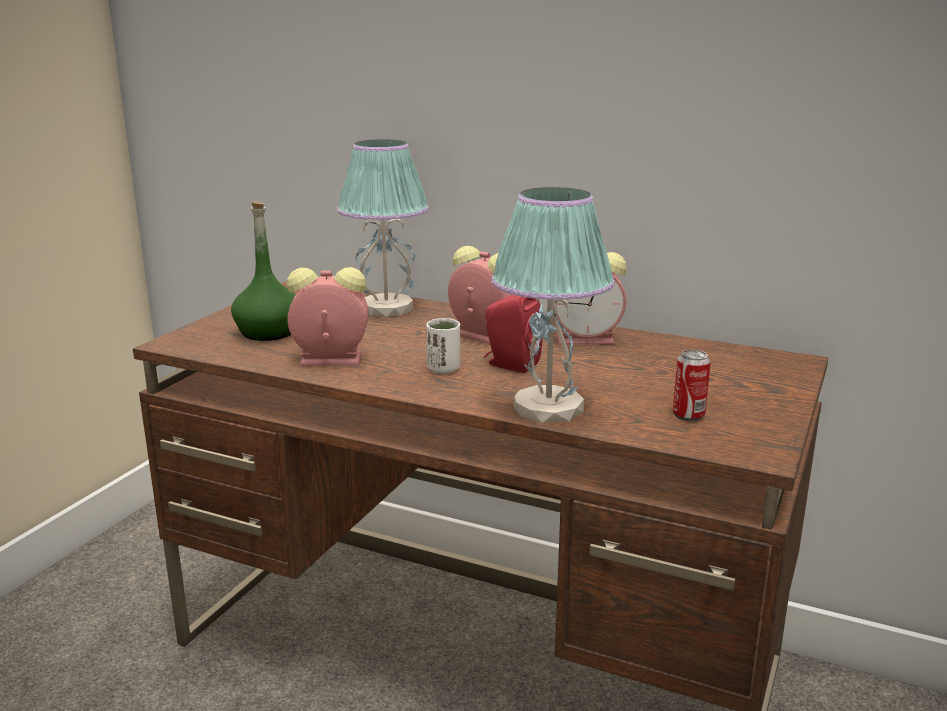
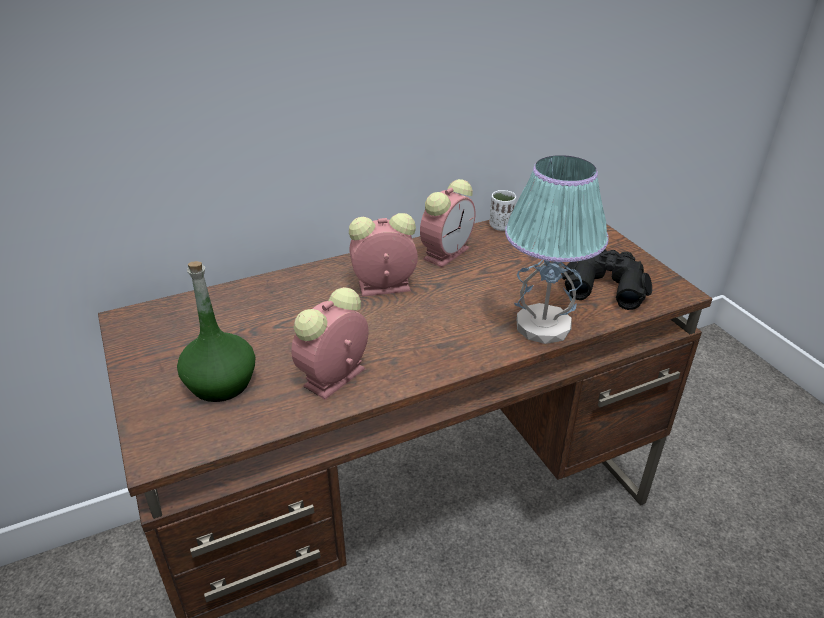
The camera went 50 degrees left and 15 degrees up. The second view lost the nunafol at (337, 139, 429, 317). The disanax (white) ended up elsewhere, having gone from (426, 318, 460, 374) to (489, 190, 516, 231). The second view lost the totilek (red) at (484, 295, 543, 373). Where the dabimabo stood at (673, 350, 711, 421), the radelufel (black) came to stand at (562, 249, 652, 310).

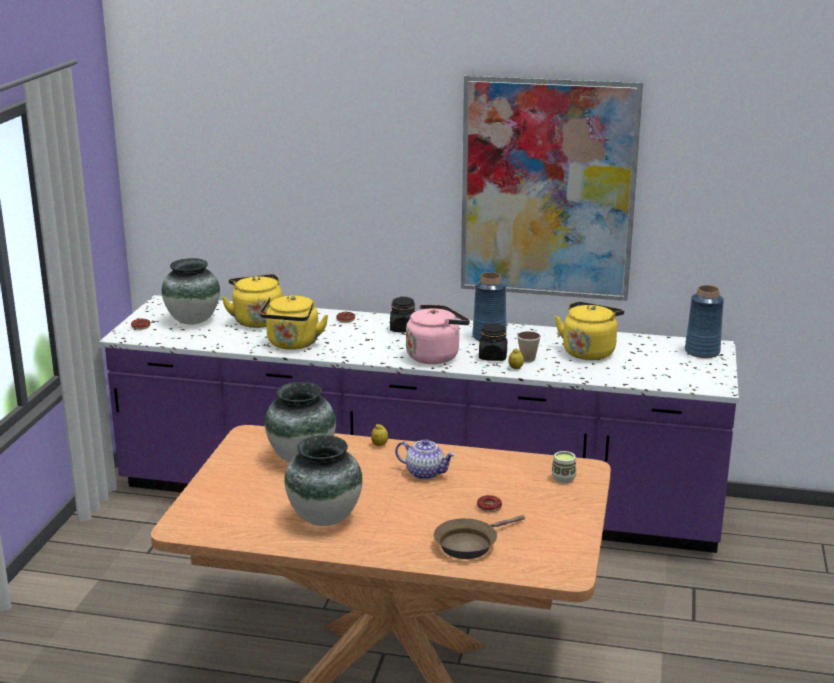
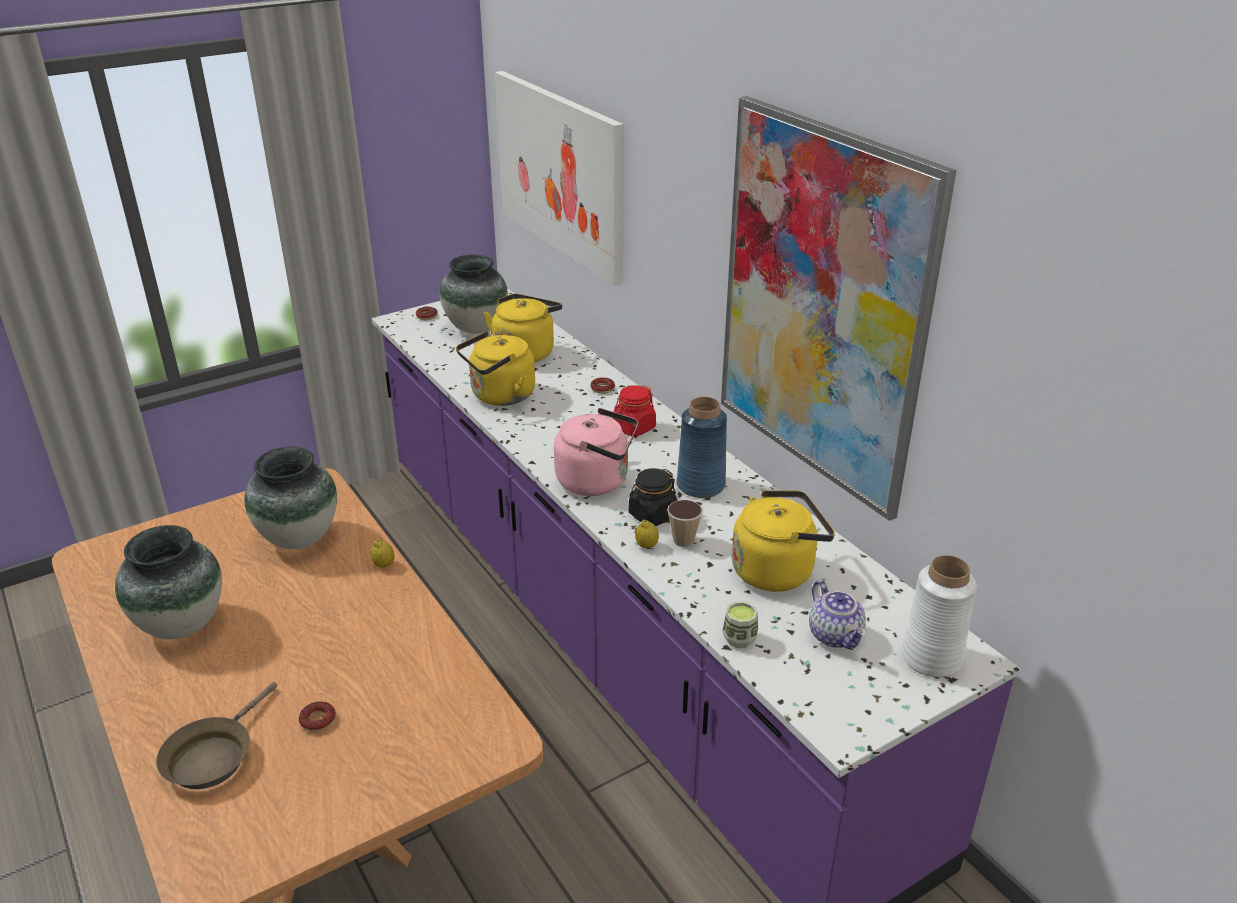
The camera went 45 degrees right and 10 degrees up. What was the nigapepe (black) at (390, 297, 415, 332) turned into the nigapepe (red) at (613, 385, 656, 437). The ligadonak ended up elsewhere, having gone from (395, 439, 455, 480) to (809, 580, 866, 650). The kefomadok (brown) at (434, 515, 525, 559) ended up facing another way, 75 degrees counterclockwise from before. The disanax ended up elsewhere, having gone from (552, 451, 576, 483) to (722, 601, 758, 648). What was the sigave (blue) at (685, 285, 724, 358) turned into the sigave (white) at (901, 555, 977, 677). The second view gained the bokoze at (495, 71, 623, 286).

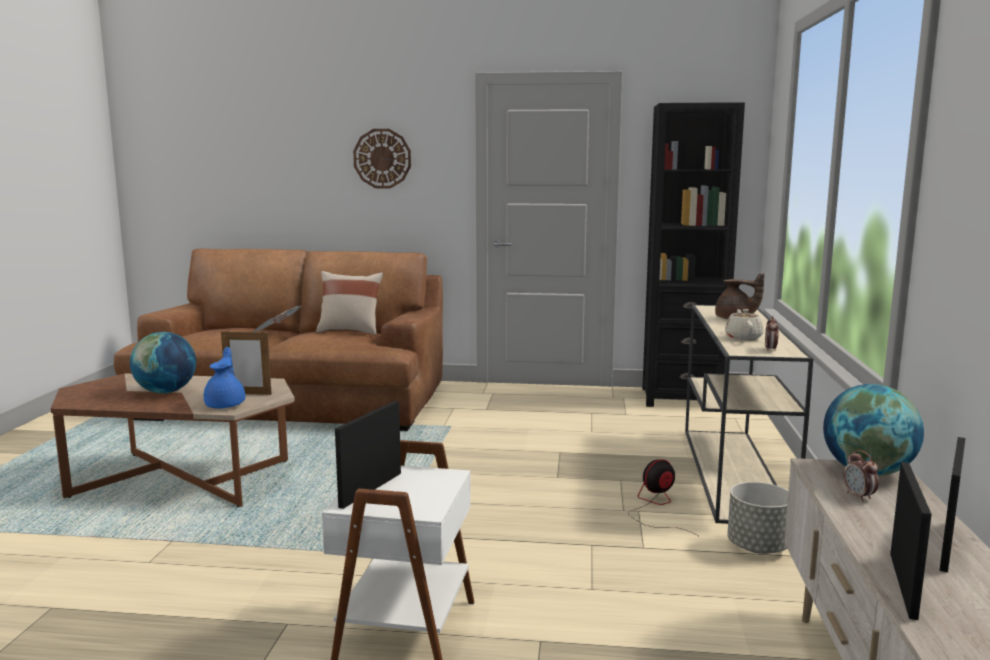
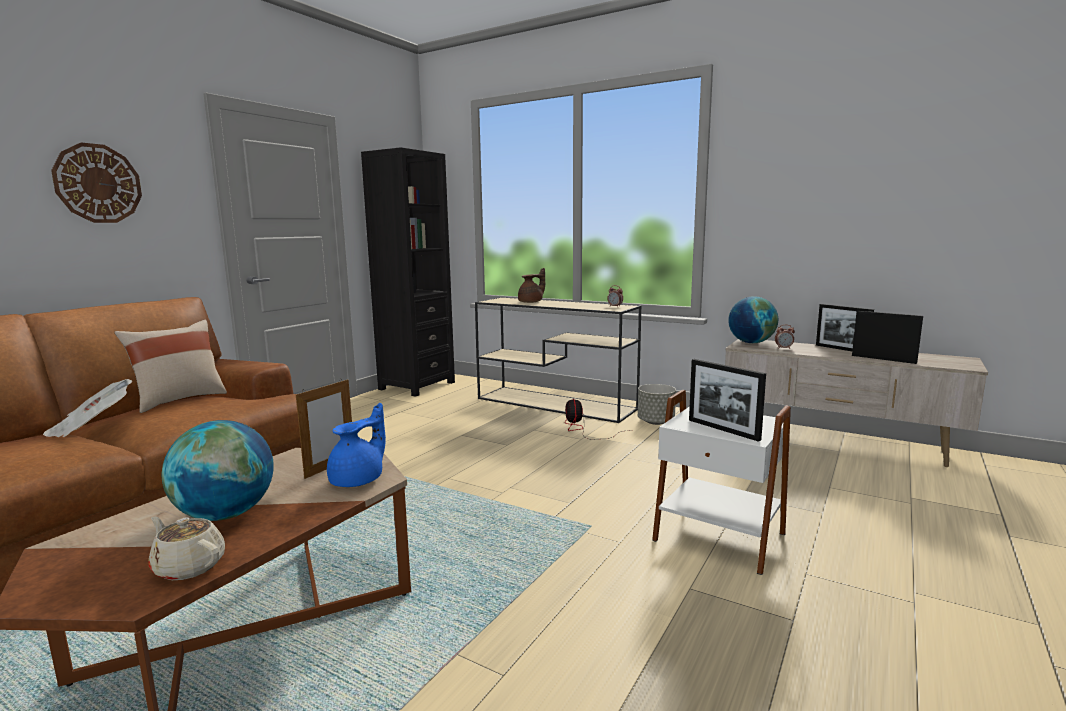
The camera went 65 degrees left and 0 degrees up. The ligadonak (blue) at (204, 347, 245, 409) ended up facing another way, 105 degrees clockwise from before. The ligadonak (beige) ended up elsewhere, having gone from (725, 309, 764, 340) to (148, 516, 225, 580).

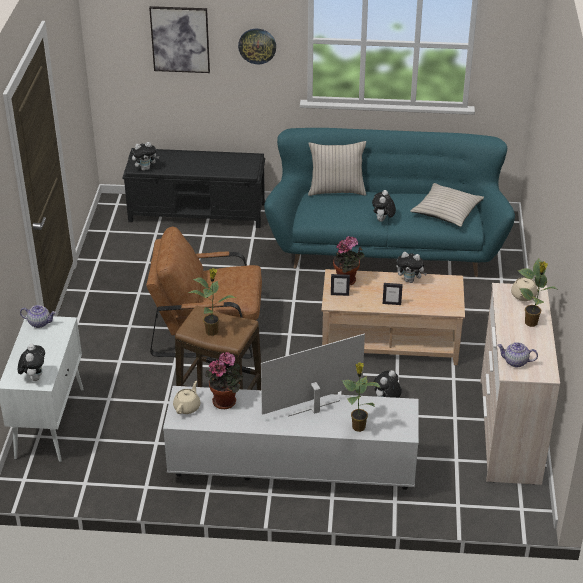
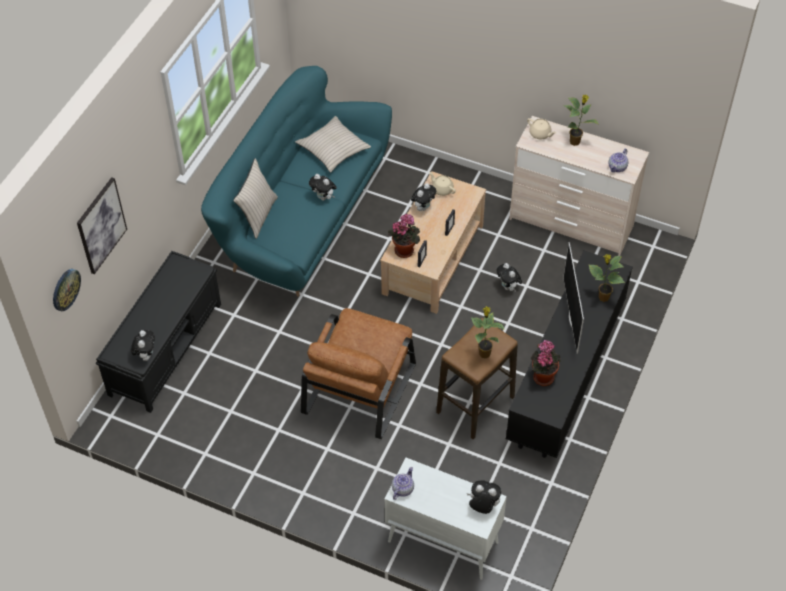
The camera went 70 degrees left and 15 degrees up. What was the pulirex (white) at (163, 386, 419, 490) turned into the pulirex (black) at (506, 251, 633, 458). The ligadonak (beige) ended up elsewhere, having gone from (173, 381, 200, 414) to (429, 172, 456, 196). The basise ended up elsewhere, having gone from (238, 29, 276, 64) to (53, 269, 81, 311).

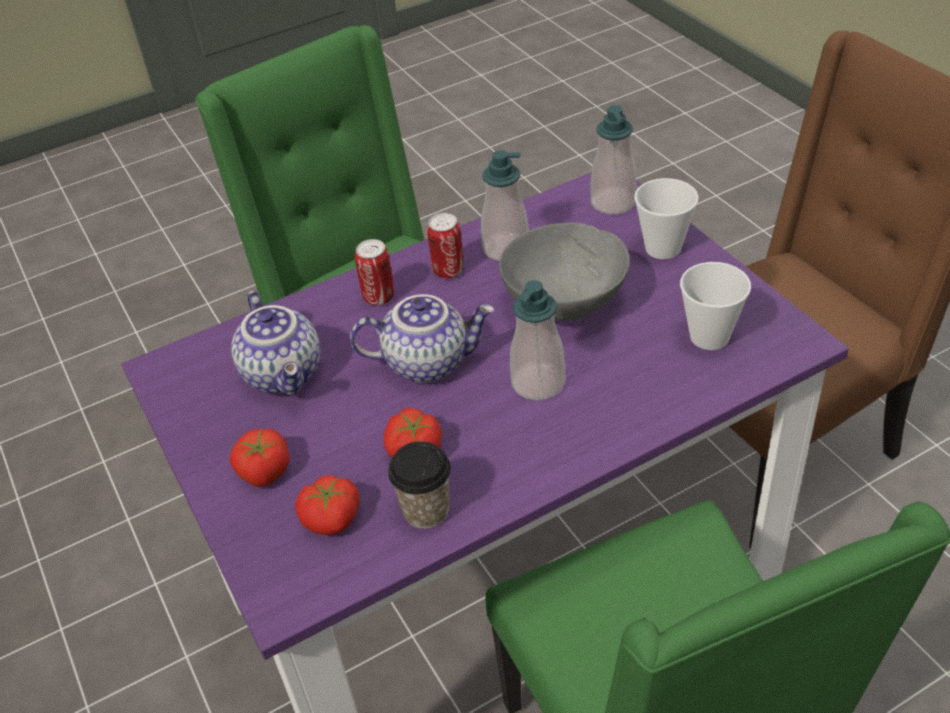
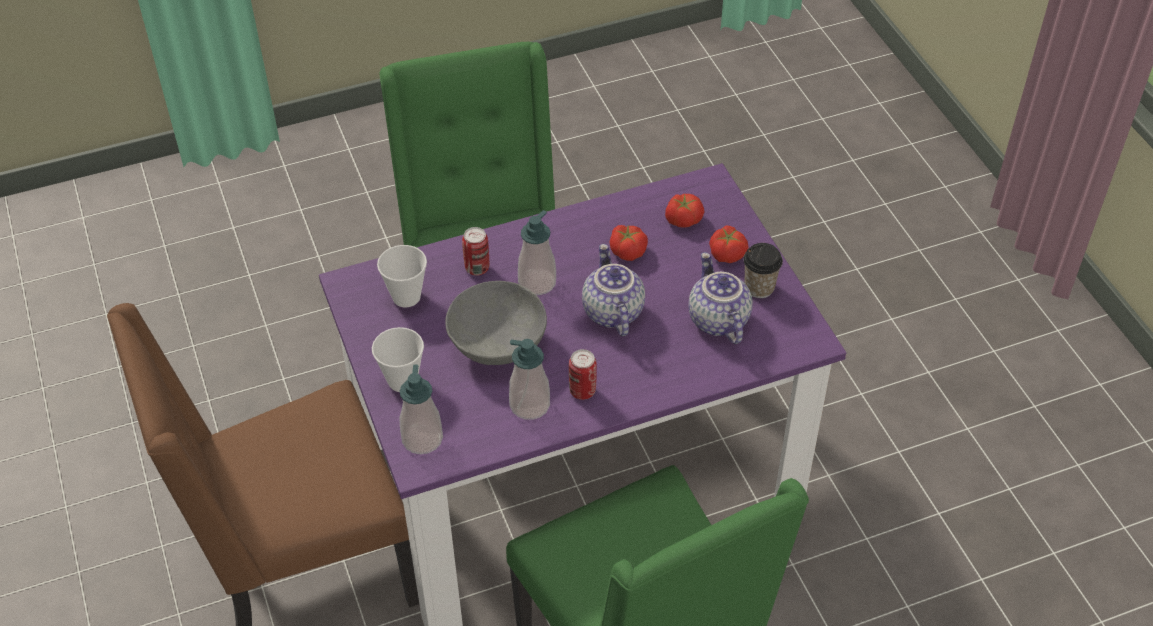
The camera went 175 degrees left and 5 degrees up. The ligadonak at (350, 294, 495, 383) ended up facing another way, 75 degrees clockwise from before. The dabimabo ended up elsewhere, having gone from (355, 239, 394, 305) to (462, 227, 489, 276). The disanax ended up elsewhere, having gone from (388, 441, 451, 529) to (743, 243, 783, 298).

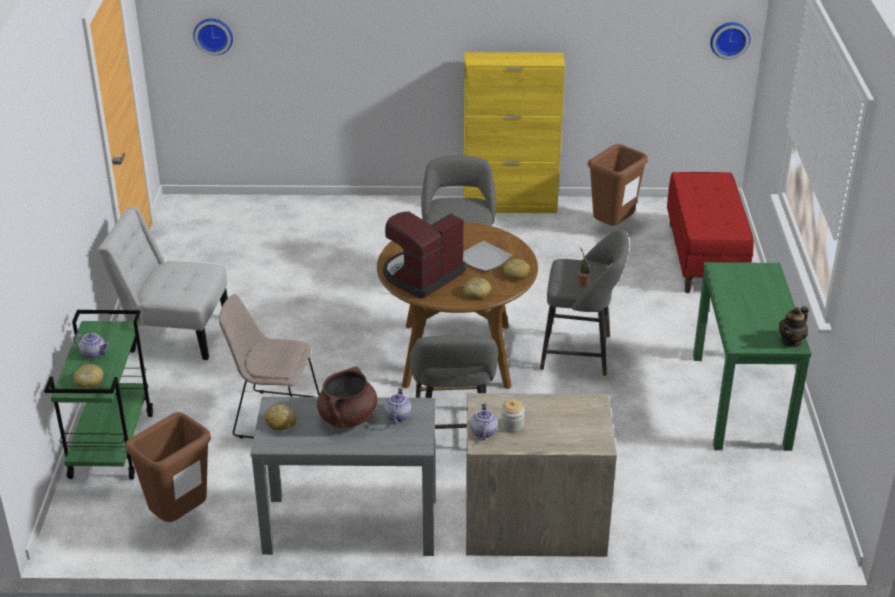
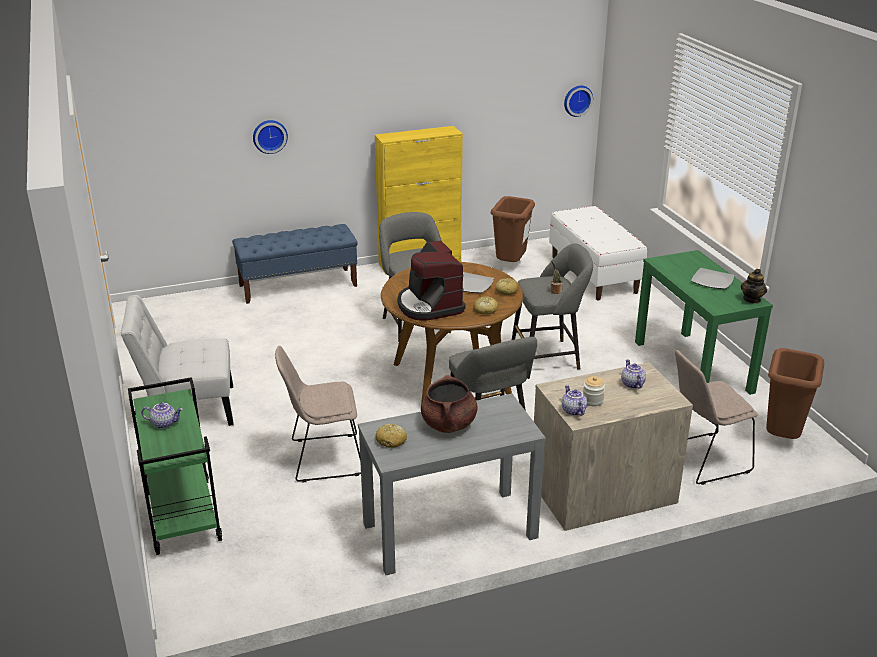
The camera went 20 degrees left and 5 degrees down. The second view lost the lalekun at (73, 364, 104, 388). The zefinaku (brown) ended up elsewhere, having gone from (125, 412, 211, 522) to (766, 348, 824, 439). The basise ended up elsewhere, having gone from (193, 18, 233, 55) to (253, 120, 288, 154). The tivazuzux at (383, 211, 466, 298) ended up facing another way, 45 degrees counterclockwise from before. The ligadonak ended up elsewhere, having gone from (384, 387, 411, 423) to (621, 359, 646, 389). What was the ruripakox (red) at (667, 172, 754, 293) turned into the ruripakox (white) at (549, 206, 647, 300). The second view gained the ruripakox (blue) at (232, 224, 357, 304). The second view gained the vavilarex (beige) at (675, 350, 758, 485). The second view gained the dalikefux at (691, 268, 734, 289).

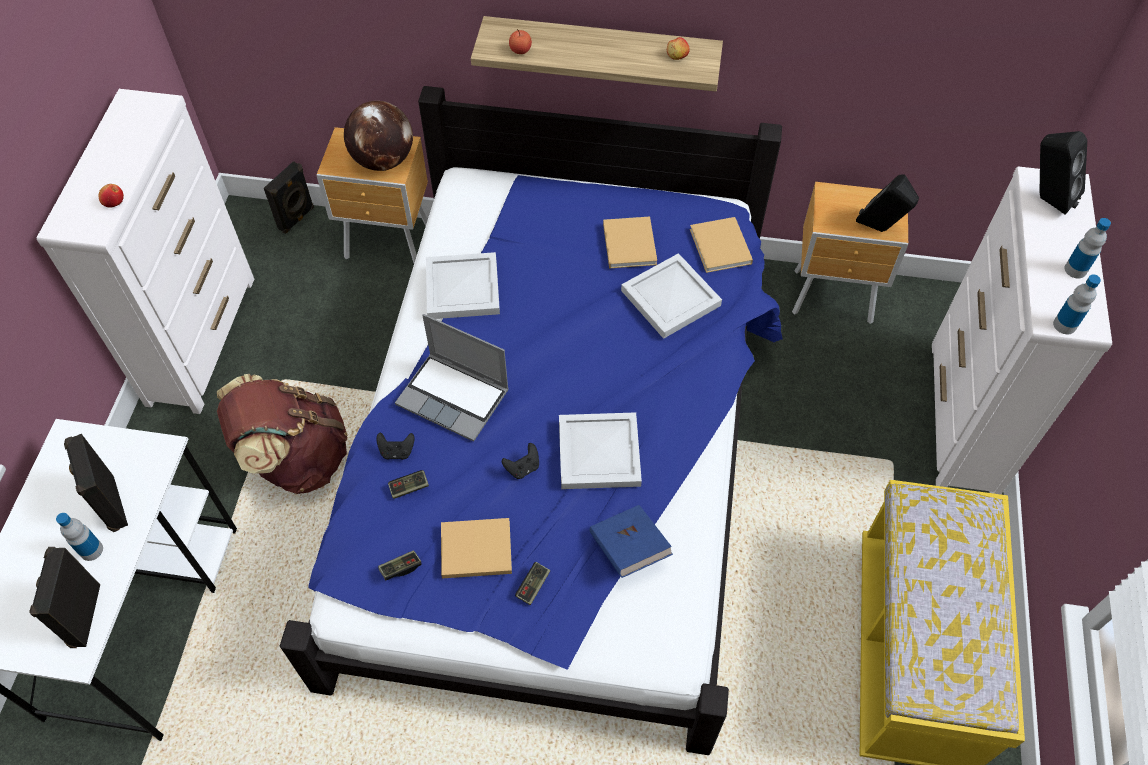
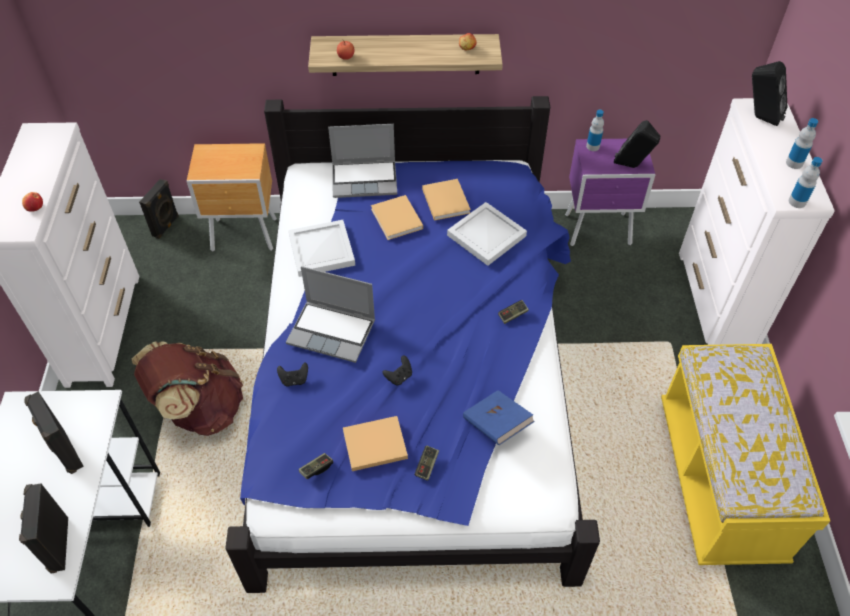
The camera went 10 degrees left and 5 degrees down. The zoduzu ended up elsewhere, having gone from (56, 513, 103, 561) to (586, 109, 604, 151). The second view lost the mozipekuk at (344, 101, 413, 171). The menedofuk ended up elsewhere, having gone from (388, 470, 429, 499) to (498, 300, 529, 324). The second view lost the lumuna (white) at (559, 412, 642, 489). The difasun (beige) ended up elsewhere, having gone from (690, 217, 753, 273) to (371, 195, 423, 240). What was the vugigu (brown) at (792, 182, 908, 324) turned into the vugigu (purple) at (565, 139, 655, 246). The second view gained the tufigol at (328, 124, 397, 198).

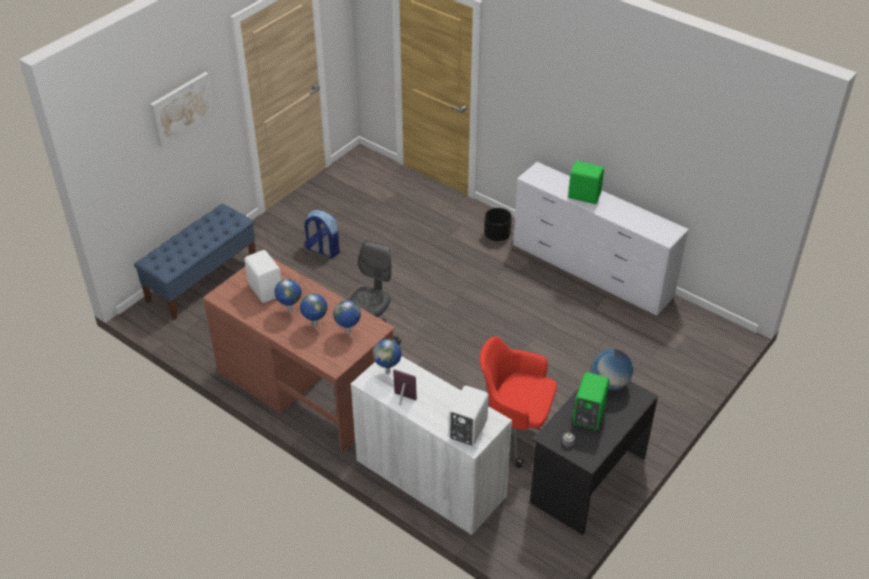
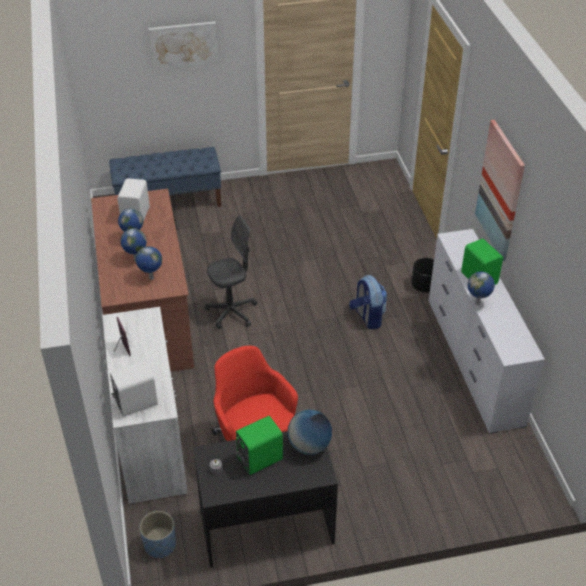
The camera went 40 degrees right and 0 degrees up. The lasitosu ended up elsewhere, having gone from (304, 210, 340, 258) to (349, 275, 387, 329). The mozipekuk ended up elsewhere, having gone from (373, 339, 402, 374) to (467, 272, 495, 305). The second view gained the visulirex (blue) at (140, 511, 176, 559). The second view gained the bokoze at (475, 120, 525, 261).

